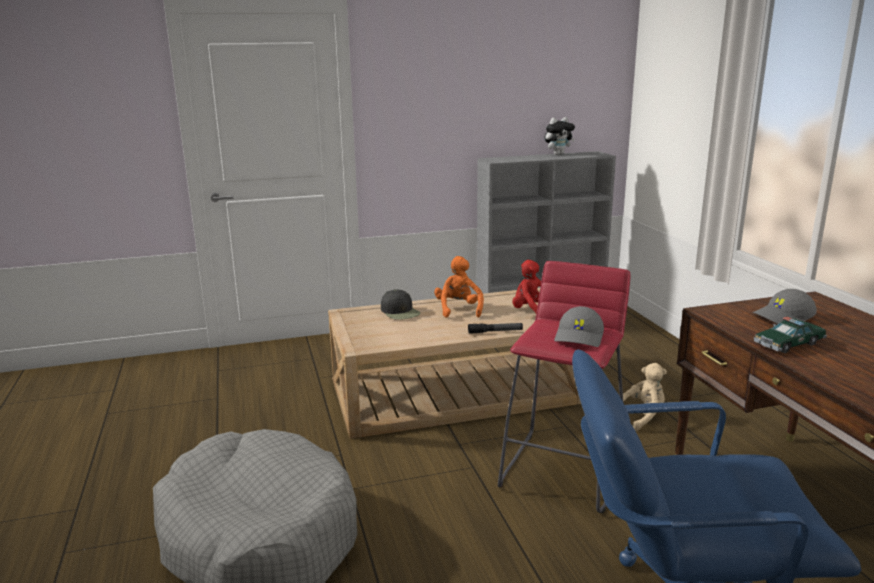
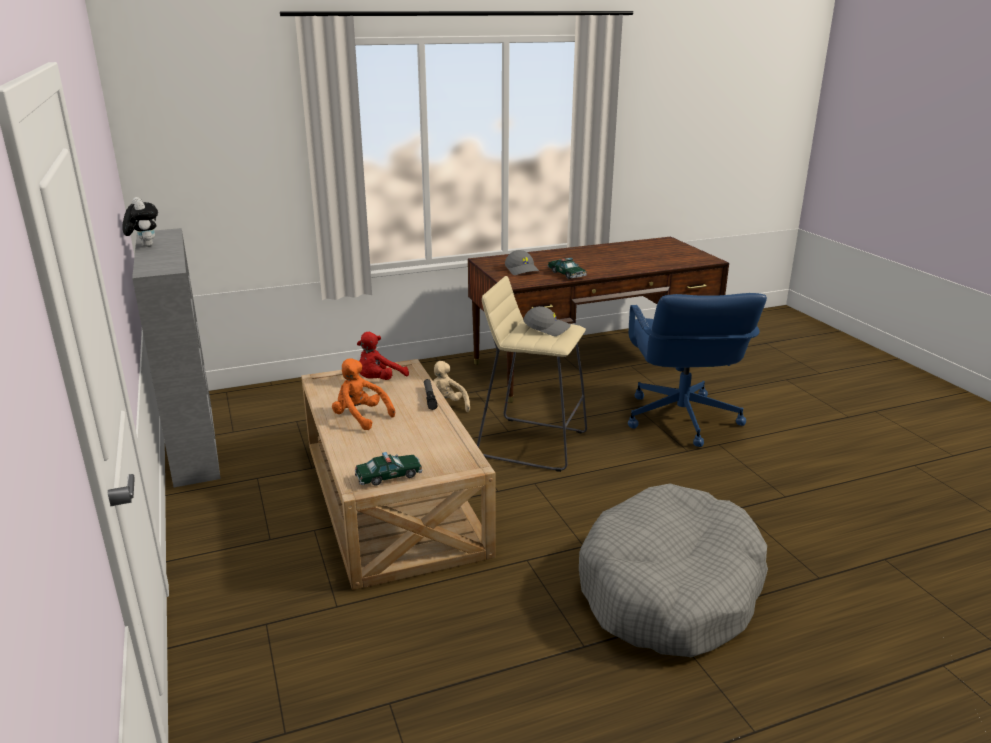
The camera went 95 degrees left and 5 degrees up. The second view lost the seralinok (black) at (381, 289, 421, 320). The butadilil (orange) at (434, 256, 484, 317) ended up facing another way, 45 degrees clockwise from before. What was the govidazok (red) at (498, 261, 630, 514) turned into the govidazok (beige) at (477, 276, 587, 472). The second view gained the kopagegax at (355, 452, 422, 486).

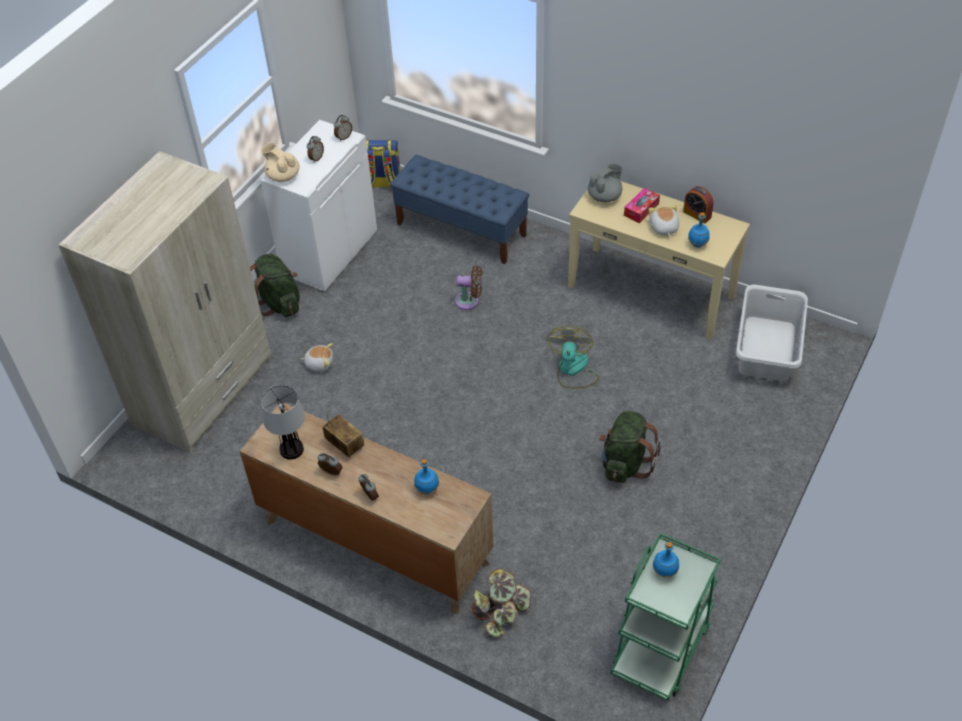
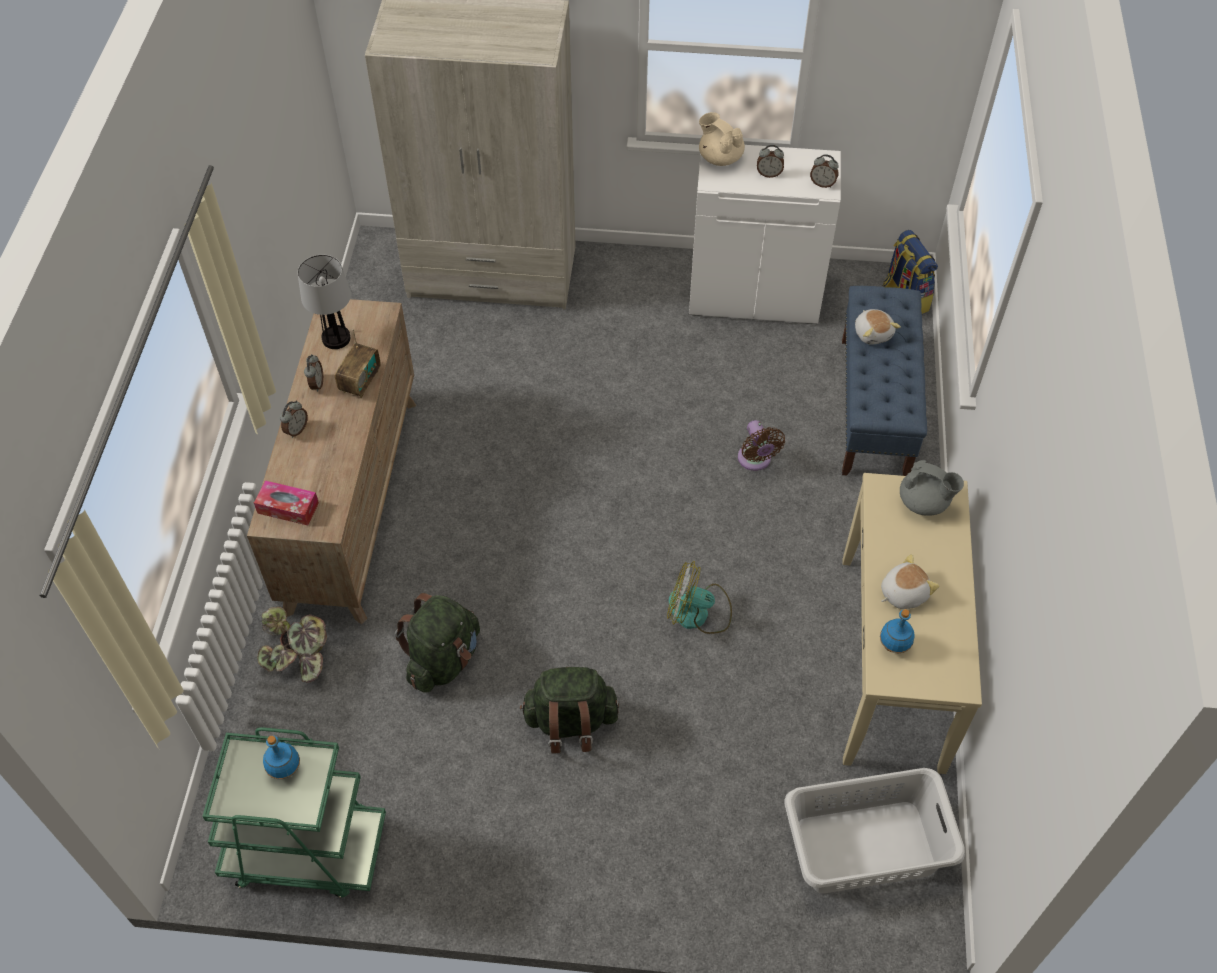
The camera went 65 degrees right and 5 degrees up. The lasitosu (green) ended up elsewhere, having gone from (250, 254, 300, 317) to (395, 593, 480, 693). The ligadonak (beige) at (261, 143, 299, 182) ended up facing another way, 60 degrees counterclockwise from before. The butadilil ended up elsewhere, having gone from (301, 343, 333, 372) to (855, 309, 901, 345). The second view lost the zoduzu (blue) at (414, 459, 439, 494). The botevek at (547, 326, 599, 389) ended up facing another way, 150 degrees counterclockwise from before. The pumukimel ended up elsewhere, having gone from (624, 188, 660, 223) to (254, 480, 319, 526). The second view lost the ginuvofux at (683, 186, 714, 224).

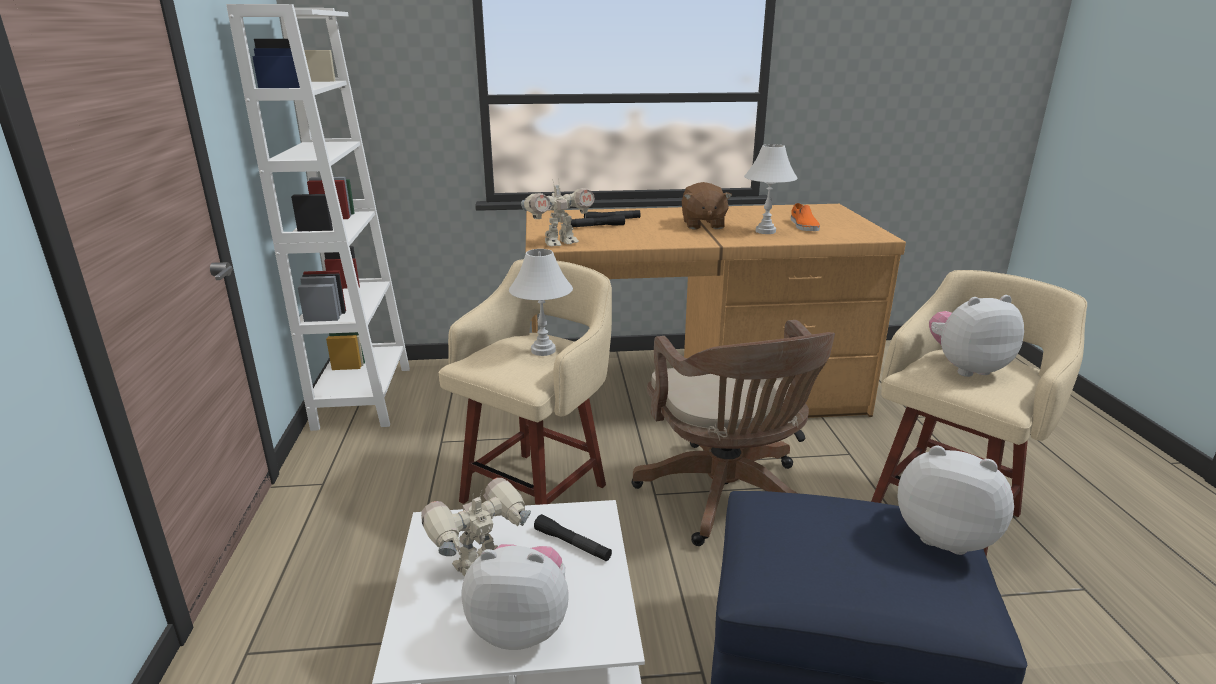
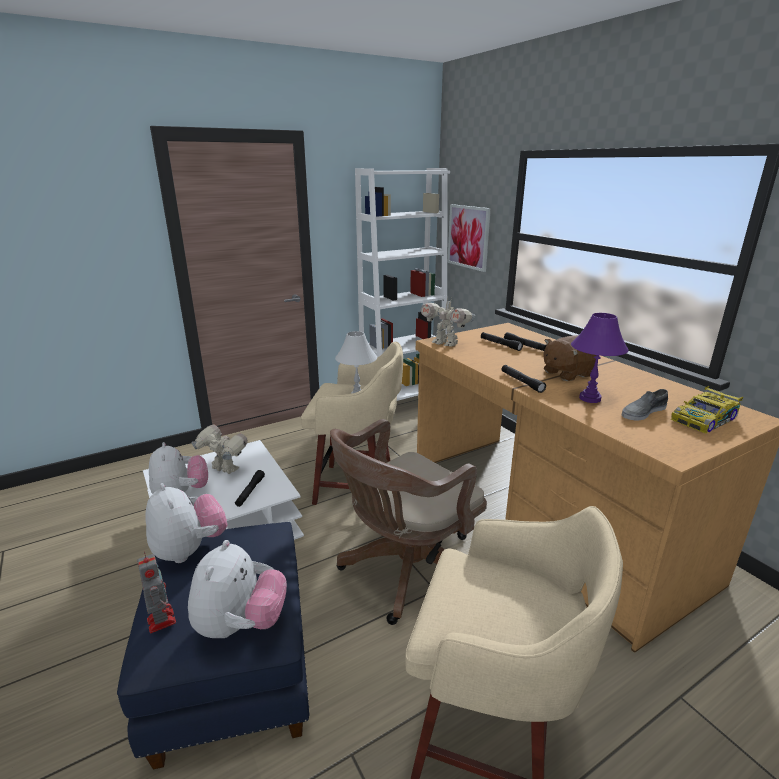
The camera went 65 degrees right and 0 degrees up. What was the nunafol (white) at (744, 144, 798, 234) turned into the nunafol (purple) at (571, 313, 629, 403). What was the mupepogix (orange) at (791, 203, 820, 231) turned into the mupepogix (grey) at (621, 389, 668, 421). The butadilil ended up elsewhere, having gone from (929, 295, 1024, 377) to (146, 483, 228, 563). The second view gained the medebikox at (137, 551, 176, 633). The second view gained the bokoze at (447, 204, 491, 272). The second view gained the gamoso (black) at (501, 365, 546, 393). The second view gained the kopagegax at (671, 386, 743, 433).

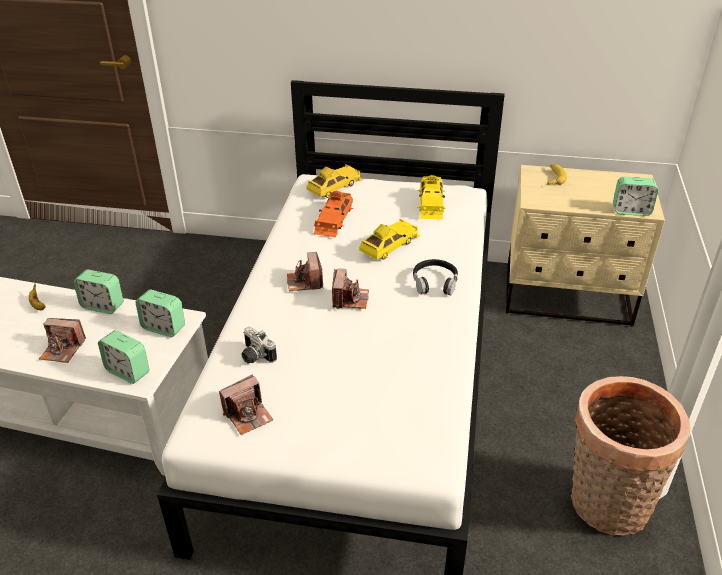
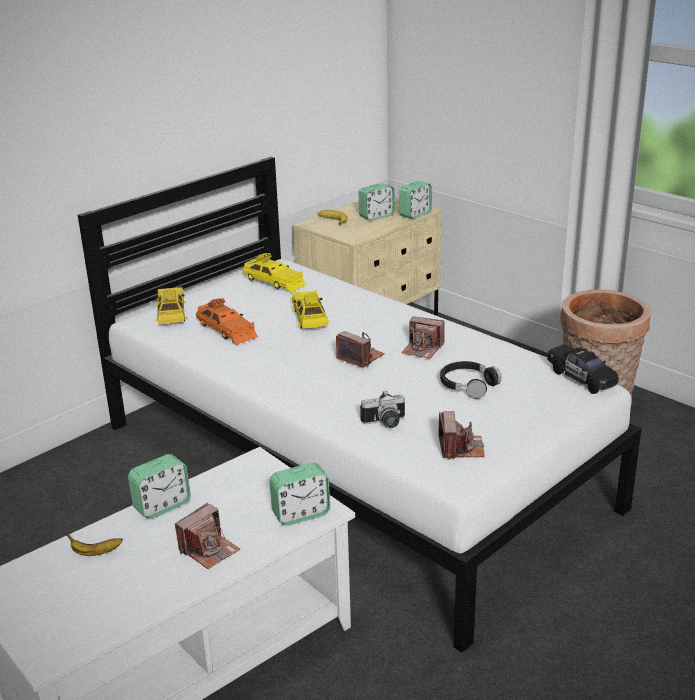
The camera went 55 degrees left and 10 degrees down. The ginuvofux ended up elsewhere, having gone from (135, 290, 185, 337) to (358, 183, 395, 221). The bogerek ended up elsewhere, having gone from (287, 252, 323, 291) to (401, 316, 445, 359). The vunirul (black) ended up elsewhere, having gone from (413, 259, 458, 295) to (440, 361, 502, 399). The second view gained the kopagegax (black) at (547, 344, 619, 394).

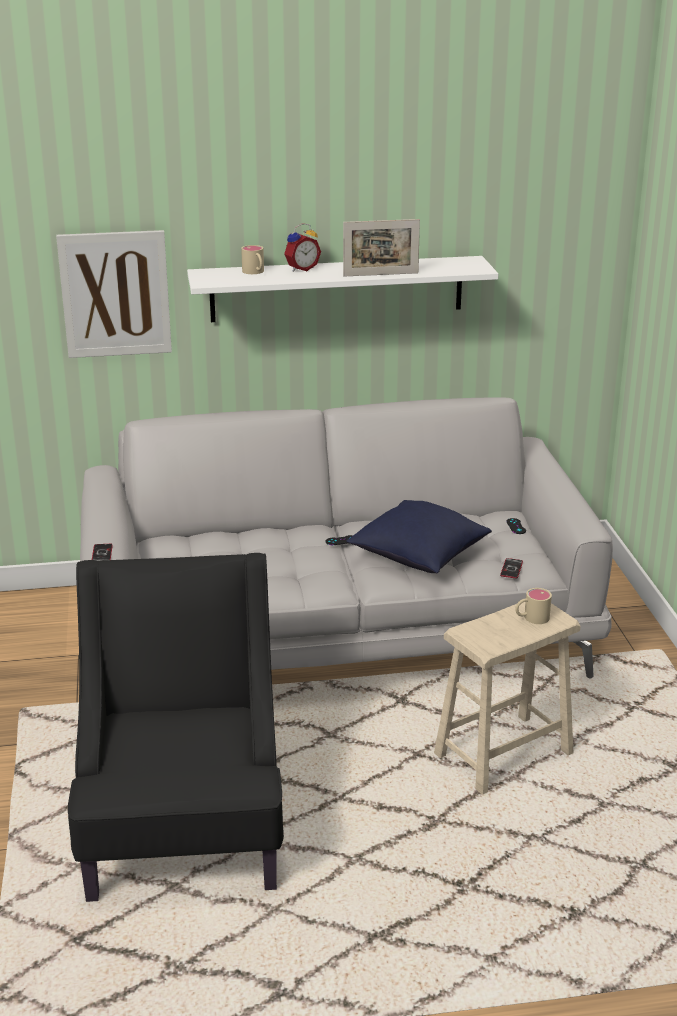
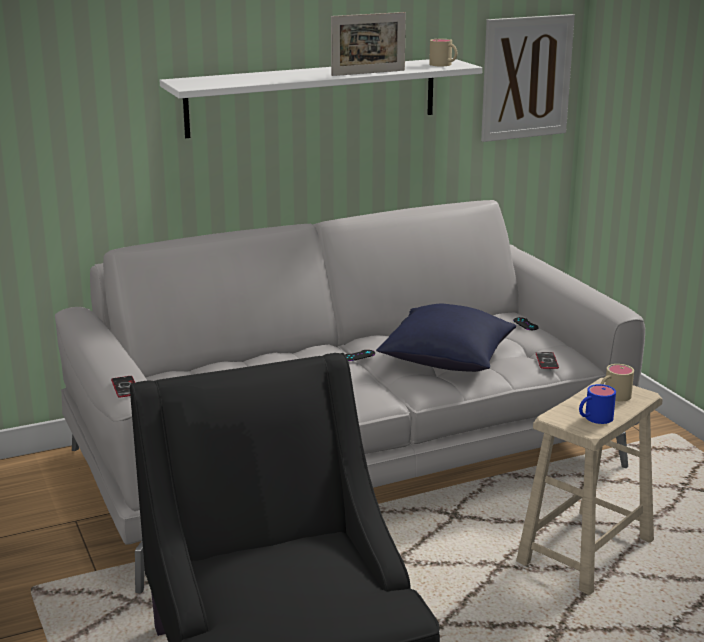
The camera went 15 degrees left and 5 degrees down. The bokoze ended up elsewhere, having gone from (56, 230, 172, 358) to (481, 14, 575, 142). The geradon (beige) ended up elsewhere, having gone from (241, 245, 264, 274) to (429, 39, 457, 66). The second view lost the ginuvofux at (284, 223, 321, 272). The second view gained the geradon (blue) at (579, 384, 616, 424).

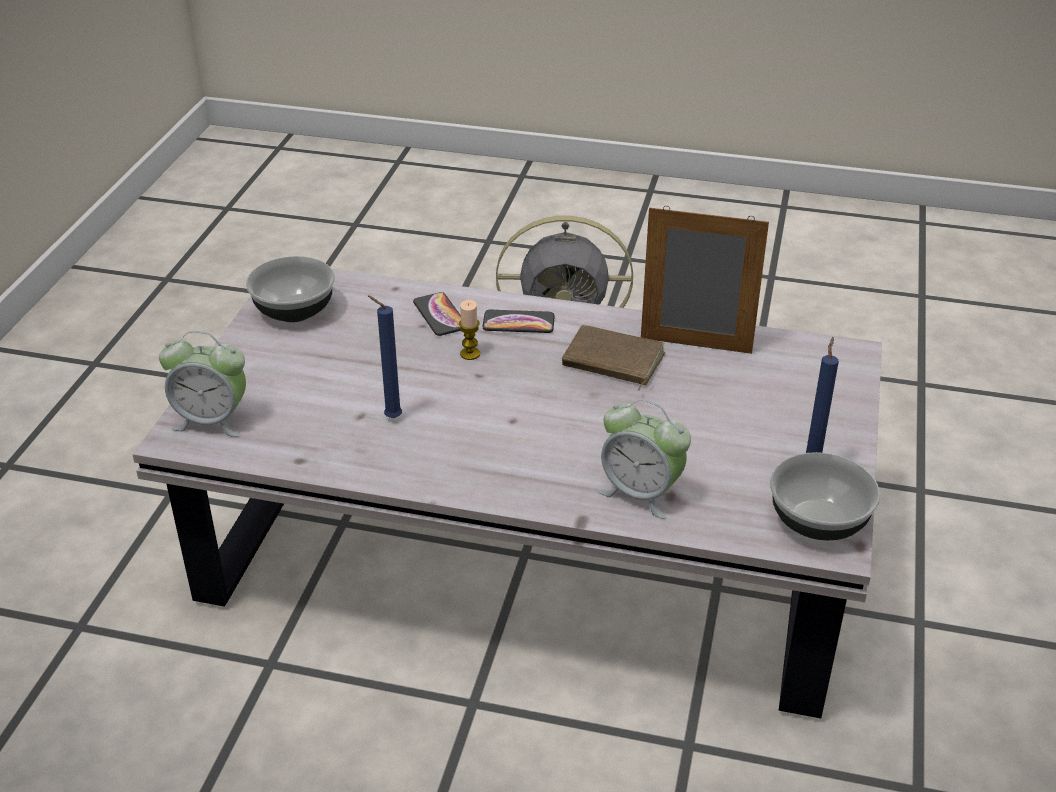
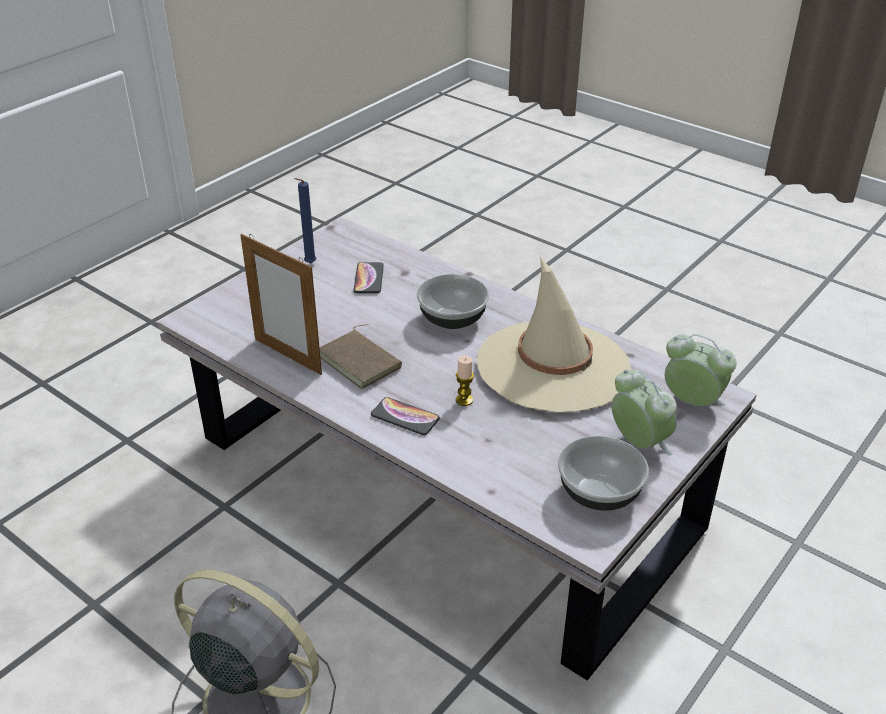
The camera went 155 degrees left and 0 degrees up. Where the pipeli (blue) stood at (368, 295, 402, 418), the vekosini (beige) came to stand at (476, 256, 631, 413). The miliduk ended up elsewhere, having gone from (413, 292, 461, 336) to (354, 262, 384, 293). The ginuvofux ended up elsewhere, having gone from (598, 399, 691, 519) to (612, 369, 677, 455). The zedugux ended up elsewhere, having gone from (770, 452, 880, 540) to (417, 274, 489, 329).

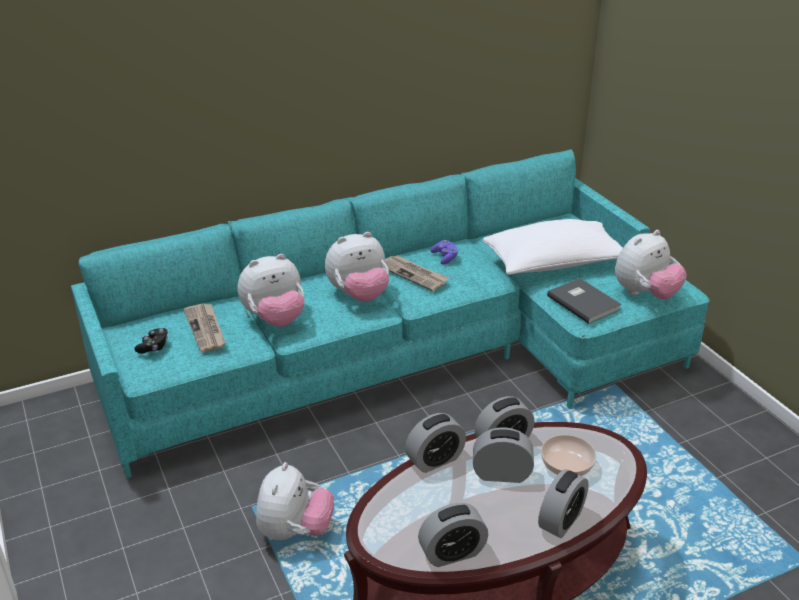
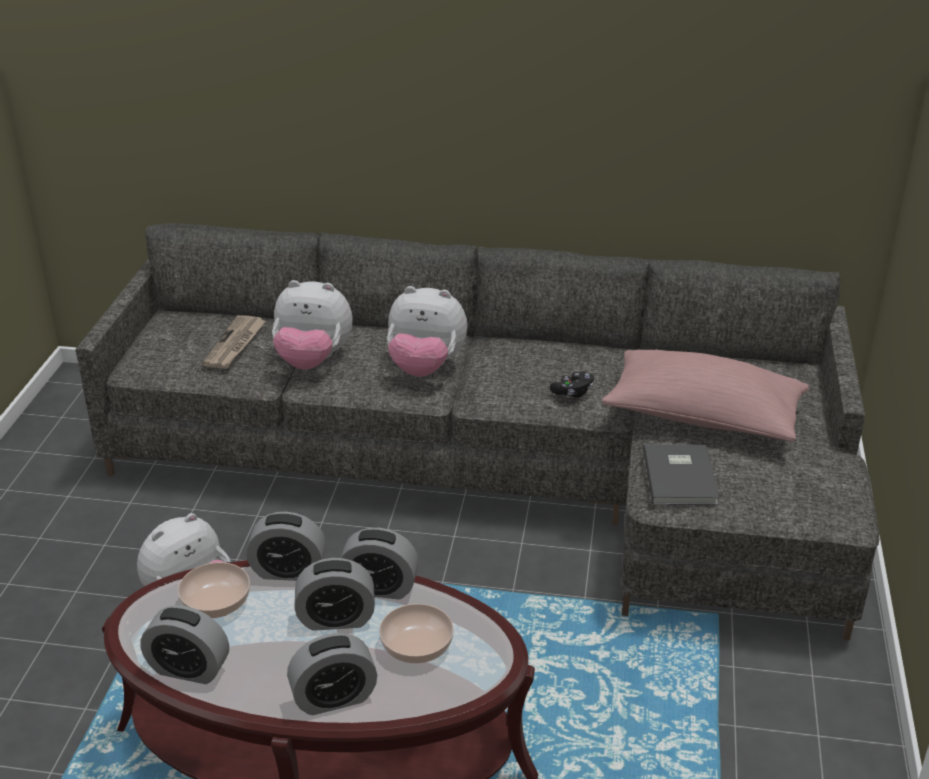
The camera went 35 degrees right and 0 degrees up. What was the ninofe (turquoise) at (71, 149, 710, 478) turned into the ninofe (grey) at (75, 223, 879, 640). The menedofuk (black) ended up elsewhere, having gone from (134, 328, 168, 354) to (550, 372, 594, 398). The second view lost the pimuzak at (385, 255, 450, 291). The second view lost the menedofuk (purple) at (431, 240, 458, 265). The ginuvofux at (473, 427, 534, 483) ended up facing another way, 135 degrees clockwise from before. What was the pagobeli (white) at (483, 219, 623, 275) turned into the pagobeli (pink) at (602, 350, 809, 441). The second view lost the butadilil at (615, 230, 687, 300). The second view gained the zedugux at (178, 562, 250, 618).

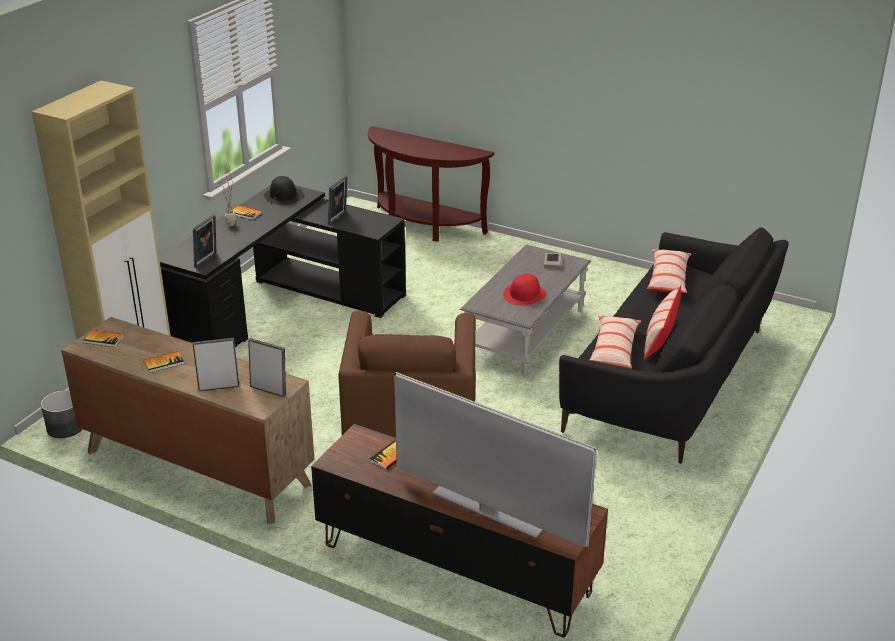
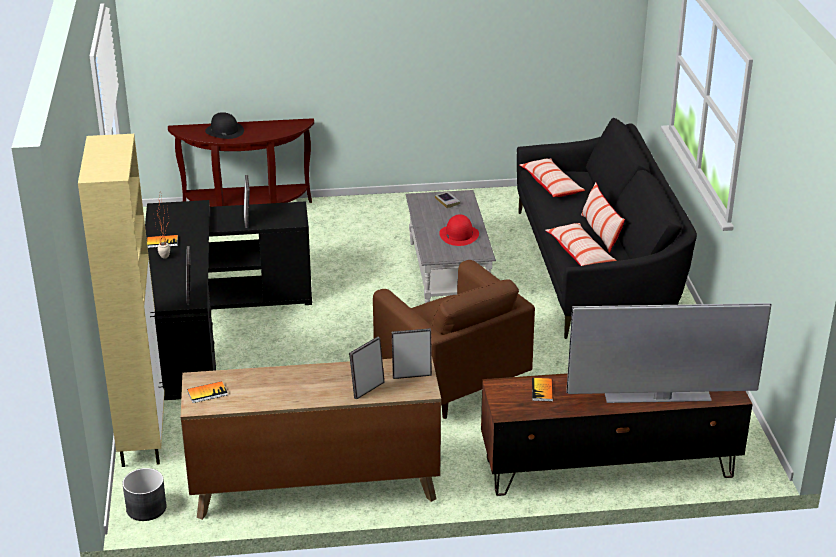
The camera went 35 degrees left and 0 degrees up. The second view lost the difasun at (144, 351, 184, 373). The vekosini (black) ended up elsewhere, having gone from (264, 176, 303, 205) to (205, 112, 244, 139).

